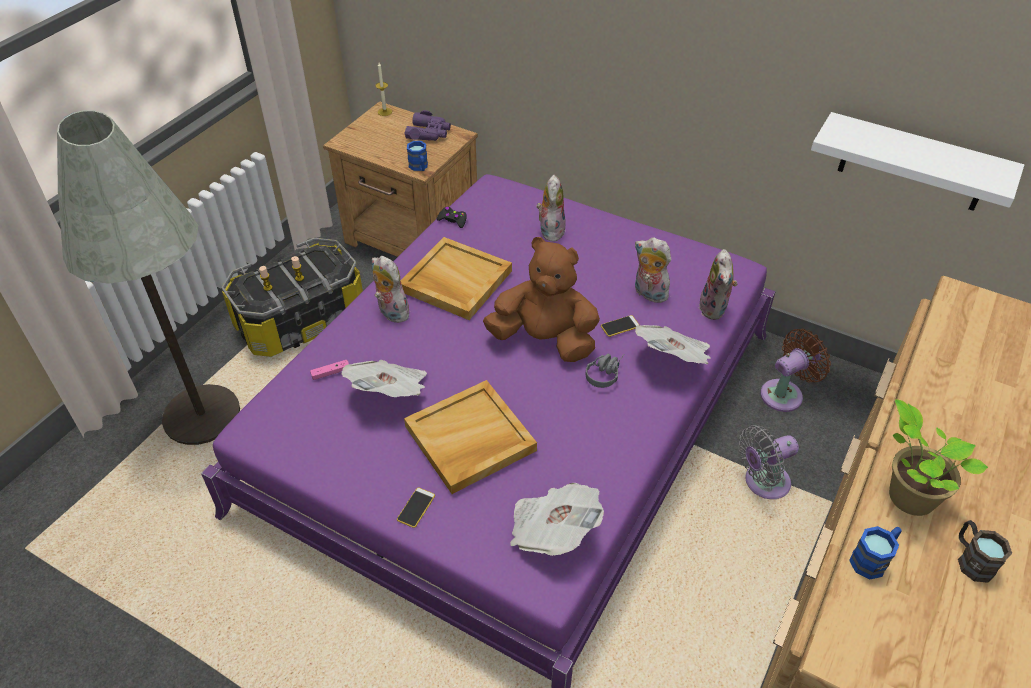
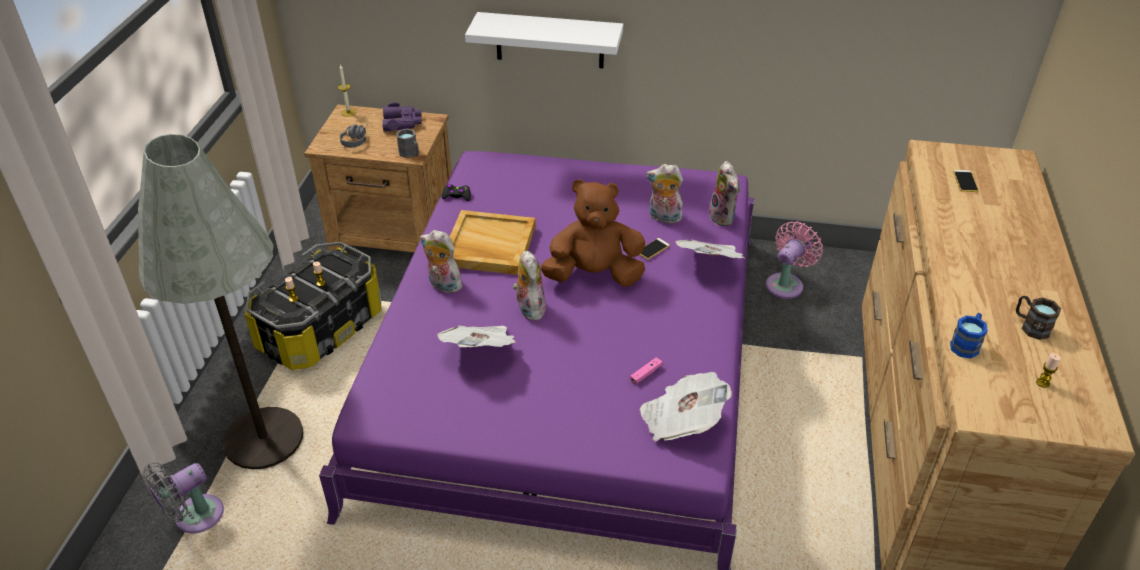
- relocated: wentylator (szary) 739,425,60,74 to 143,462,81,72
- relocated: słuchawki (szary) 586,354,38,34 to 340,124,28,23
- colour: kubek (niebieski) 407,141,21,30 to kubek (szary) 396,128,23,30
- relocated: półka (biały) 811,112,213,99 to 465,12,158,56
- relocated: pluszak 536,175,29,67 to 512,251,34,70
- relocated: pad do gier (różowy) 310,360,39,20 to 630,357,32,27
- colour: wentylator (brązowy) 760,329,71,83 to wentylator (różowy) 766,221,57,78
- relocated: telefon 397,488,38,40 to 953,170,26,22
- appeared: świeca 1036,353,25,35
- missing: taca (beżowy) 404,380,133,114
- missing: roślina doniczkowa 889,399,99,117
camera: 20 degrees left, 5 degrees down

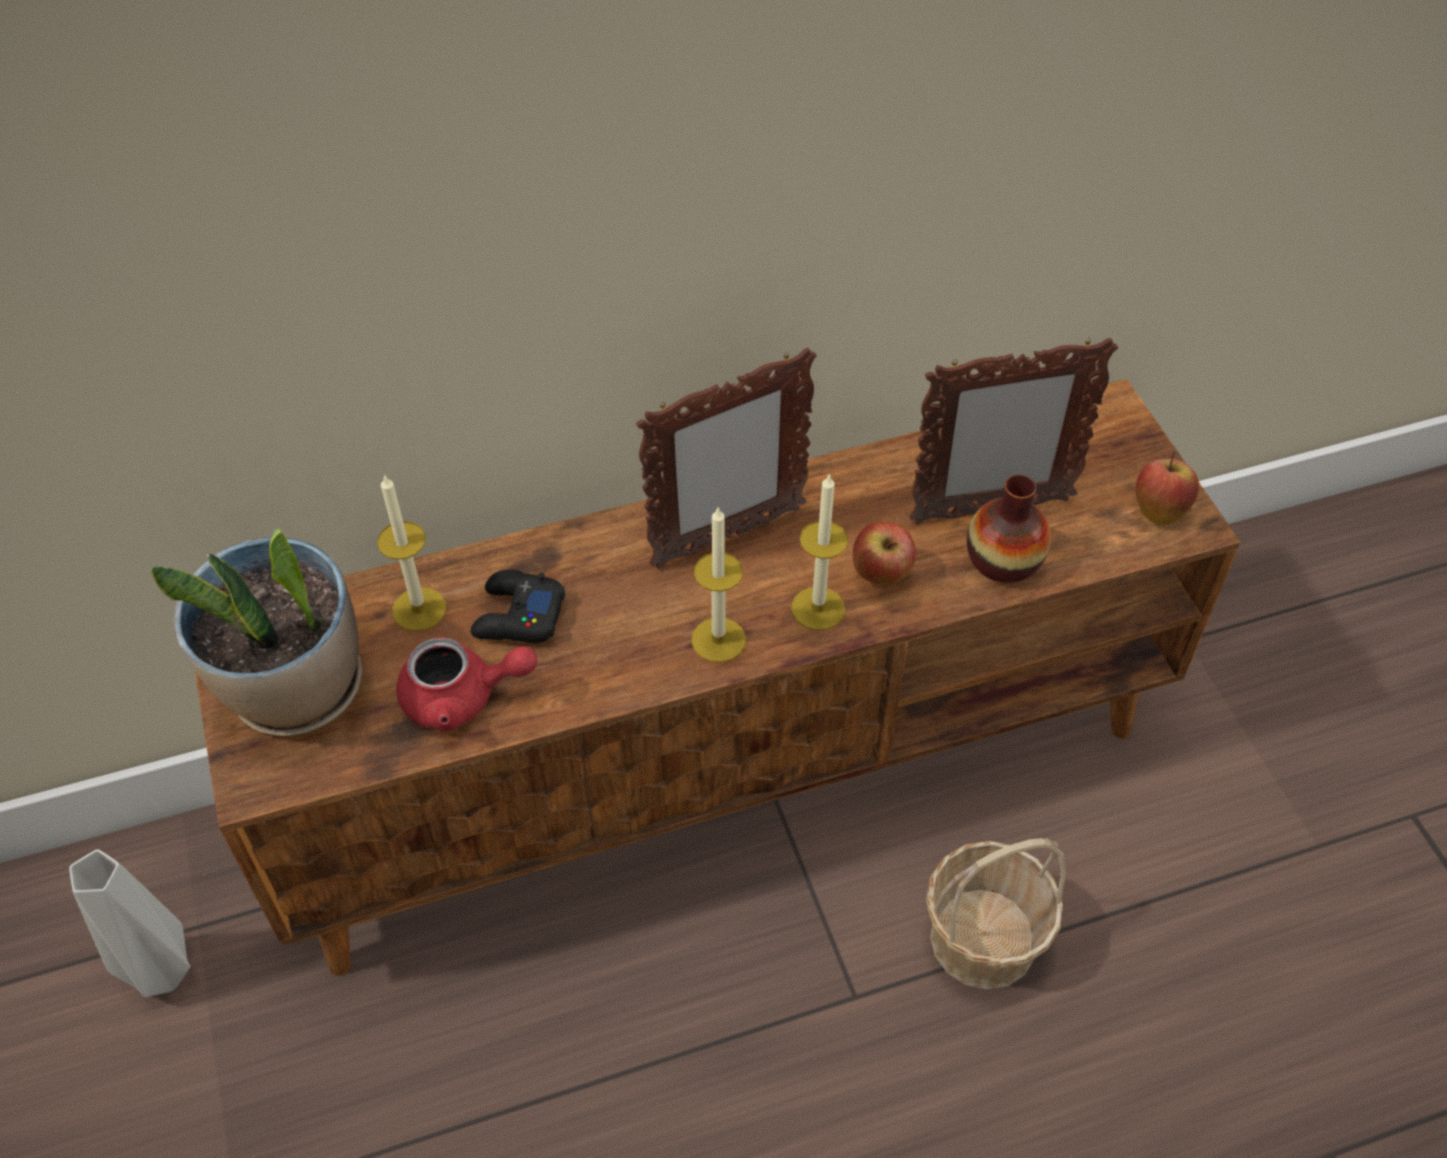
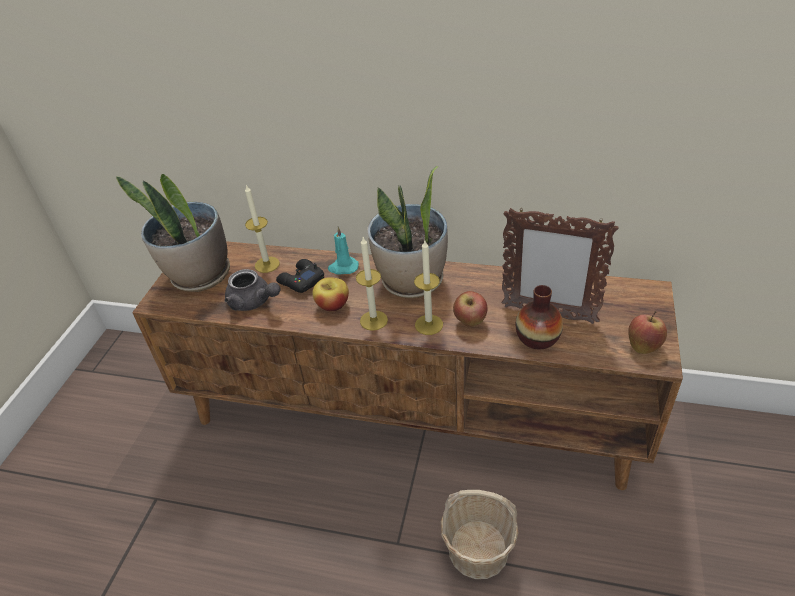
- colour: imbryk (czerwony) 396,637,142,94 to imbryk (szary) 224,269,57,42
- appeared: jabłko 312,277,37,34
- appeared: świeca (turkusowy) 328,227,31,48
- exchanged: ramka na zdjęcie 636,347,181,222 to roślina doniczkowa 367,166,81,132
- missing: wazon (szary) 69,849,121,148
camera: 35 degrees right, 10 degrees down

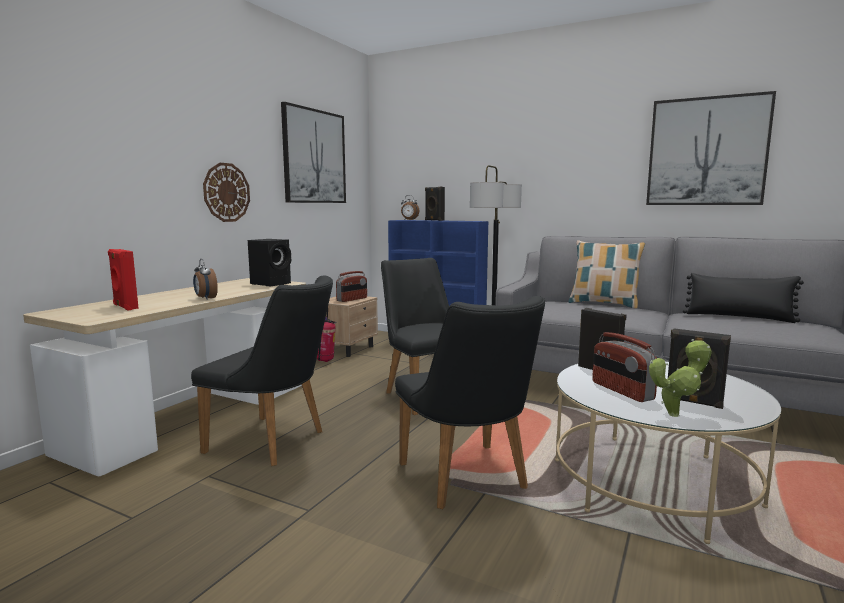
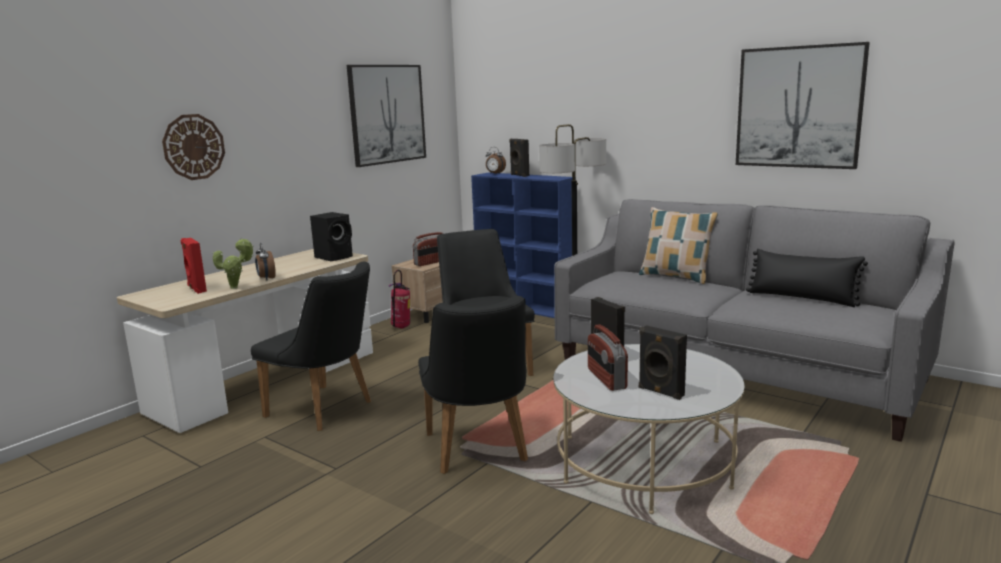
- relocated: zegar ścienny 203,163,47,59 to 162,114,63,66
- relocated: roślina doniczkowa 649,338,63,79 to 213,238,41,51
camera: 10 degrees right, 5 degrees up

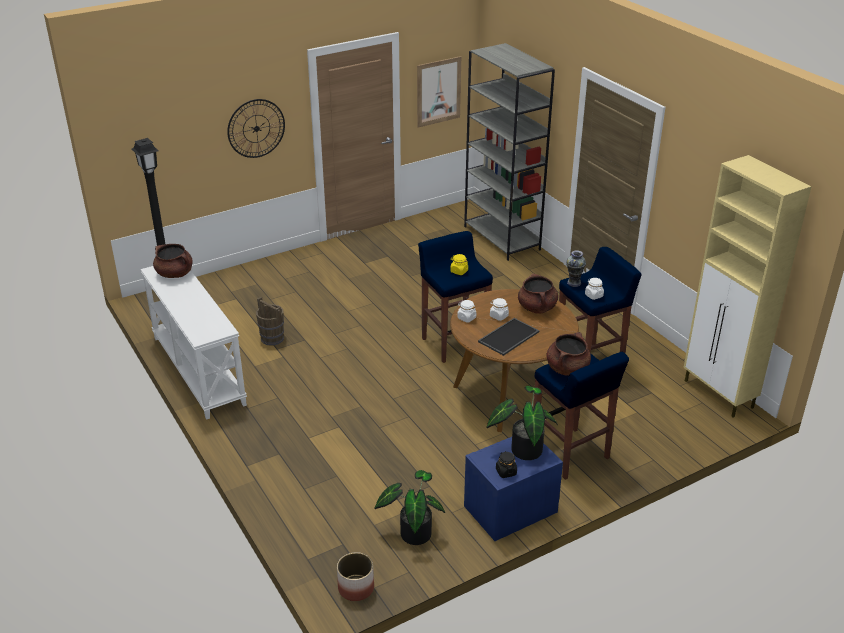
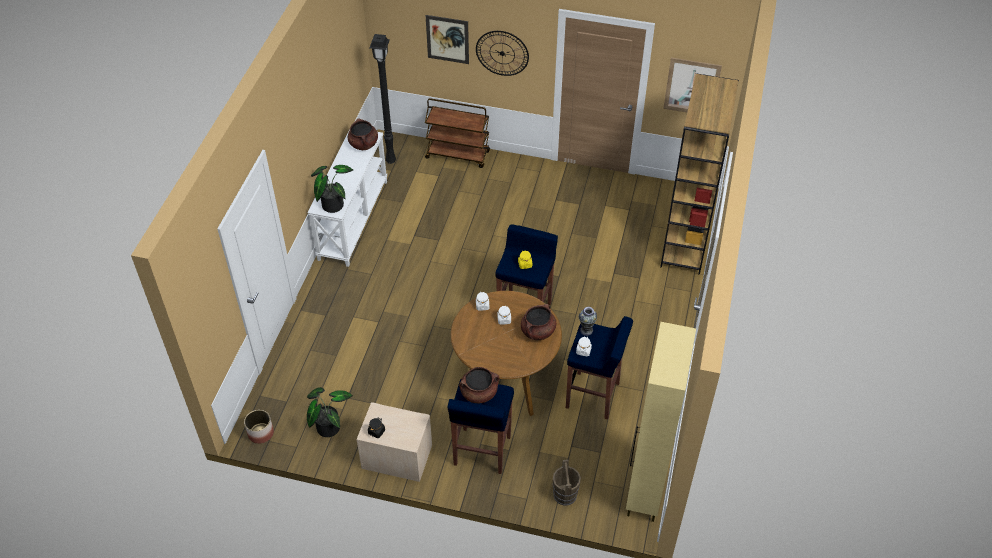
- relocated: roślina doniczkowa 487,386,71,74 to 311,165,43,48
- colour: szafka nocna (niebieski) 464,437,99,104 to szafka nocna (beżowy) 357,402,75,80
- appeared: wózek (brązowy) 425,98,65,70
- appeared: obraz 426,15,43,49
- relocated: wiadro (brązowy) 256,297,28,48 to 553,460,28,46
- colour: regał (szary) 464,43,91,218 to regał (brązowy) 660,73,79,202
- missing: taca 478,318,61,38
camera: 45 degrees right, 15 degrees up

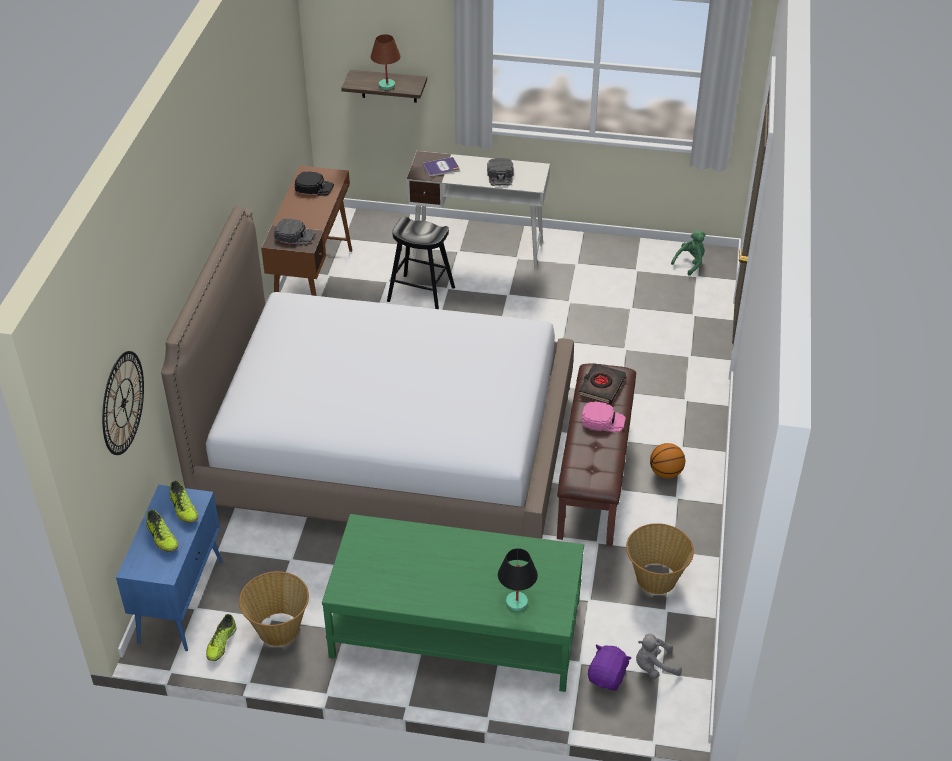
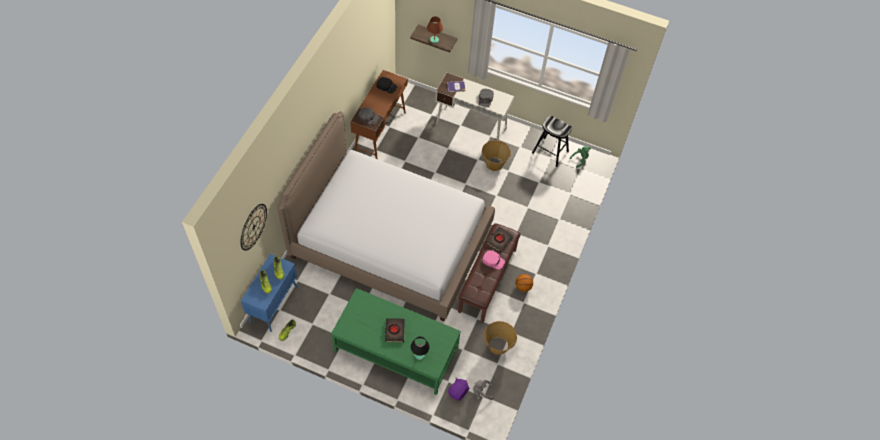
- appeared: książka (czarny) 385,318,20,24
- relocated: koszyk 239,571,70,75 to 482,140,29,31
- relocated: stołek (czarny) 387,217,68,92 to 532,115,40,52
camera: 10 degrees right, 15 degrees up

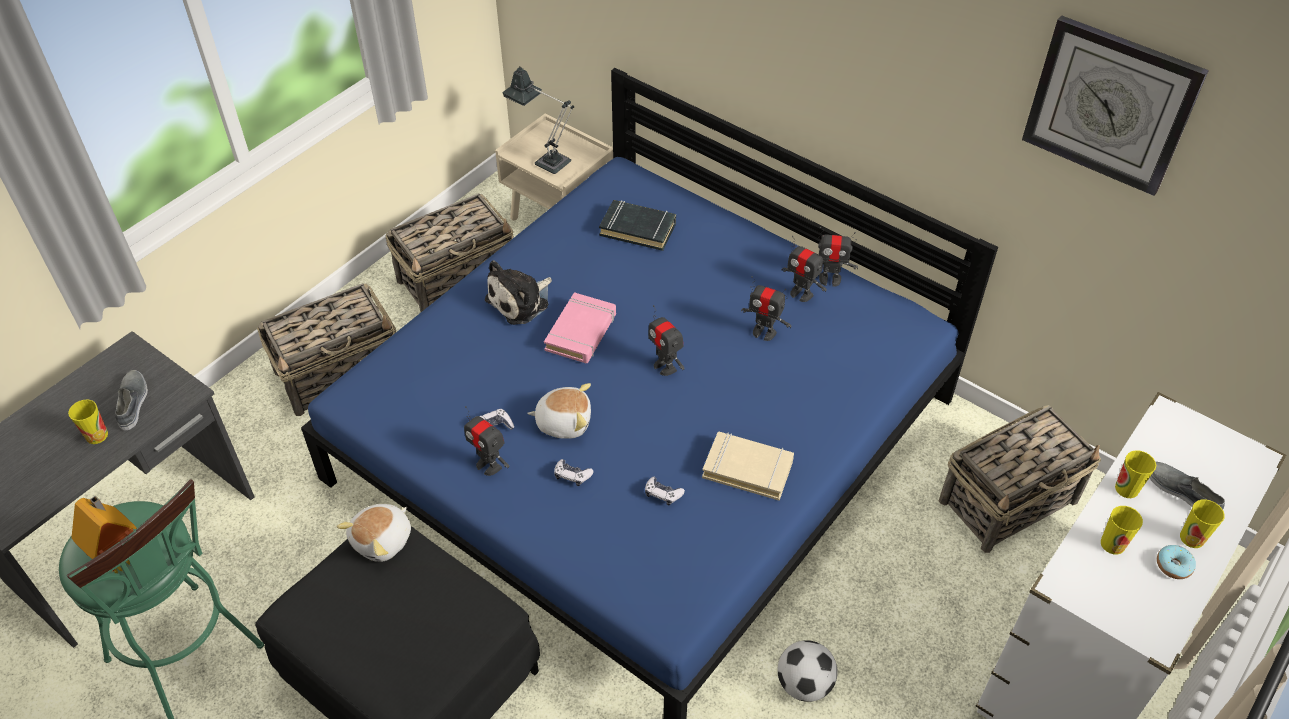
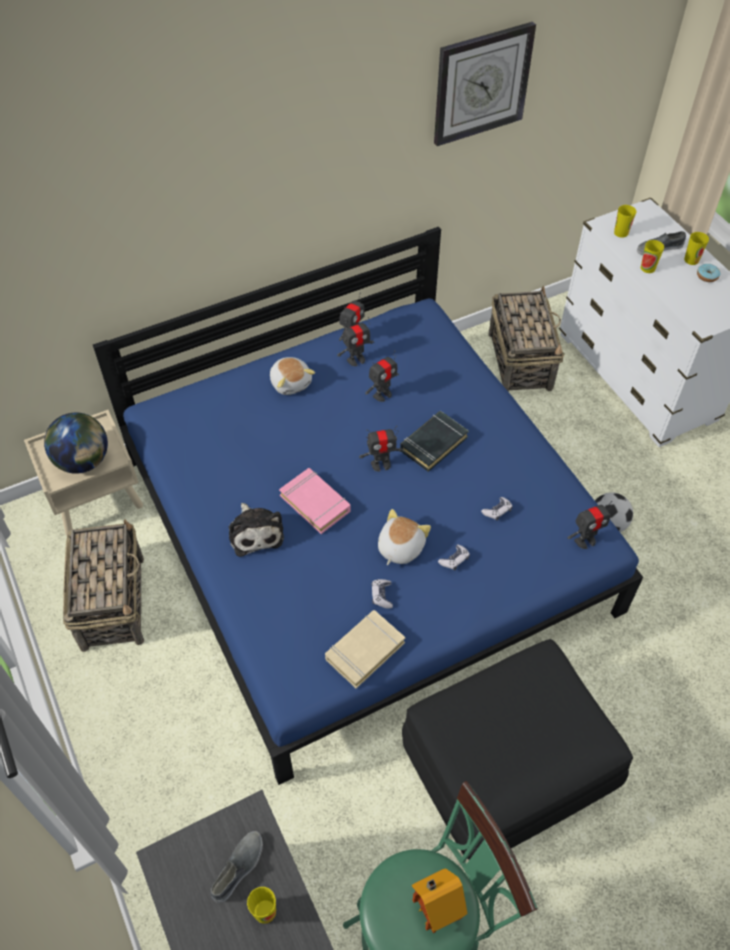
- exchanged: lampa stołowa 502,67,72,107 to globus 44,413,64,61
- spun: but (szary) 115,370,33,60 = 210,831,53,72 105 degrees clockwise
- relocated: pluszak 337,504,74,58 to 270,357,45,38
- relocated: książka (beżowy) 702,432,92,69 to 325,610,80,79
- relocated: książka (czarny) 599,200,77,51 to 400,411,69,61
- relocated: robot zabawkowy 464,406,46,70 to 567,501,45,48
- relocated: filiżanka 1101,506,42,49 to 614,205,22,33
- missing: koszyk 257,283,139,133
camera: 65 degrees left, 5 degrees up

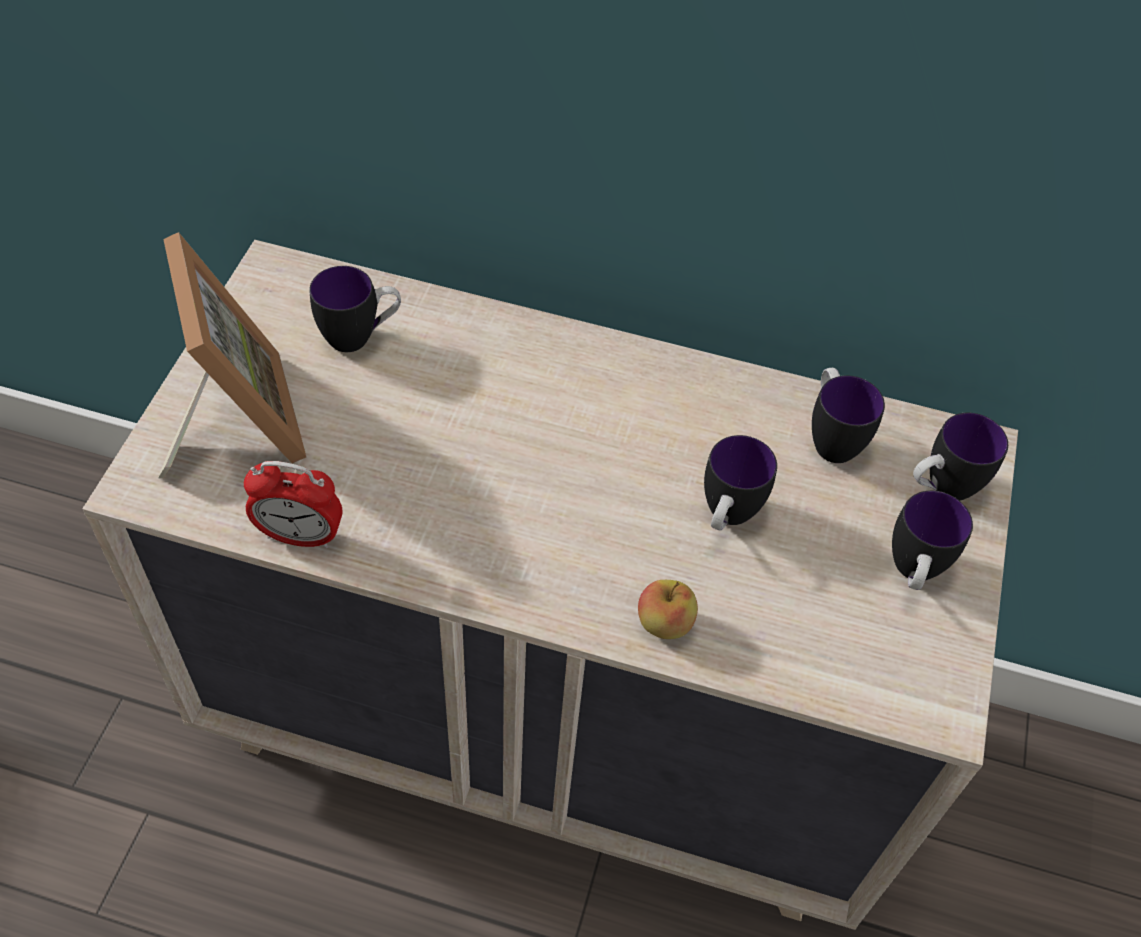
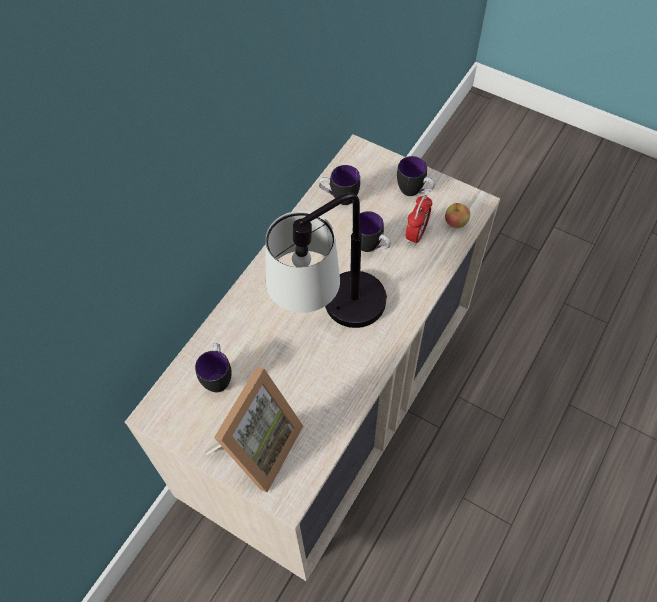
- spun: ramka na zdjęcie 158,232,148,247 = 205,366,98,126 120 degrees clockwise
- appeared: lampa stołowa 265,193,122,135
- relocated: budzik 244,461,98,87 to 405,194,27,52
- relocated: jabłko 638,580,60,59 to 445,203,25,25
- missing: kubek 913,413,95,88
camera: 70 degrees left, 5 degrees up

